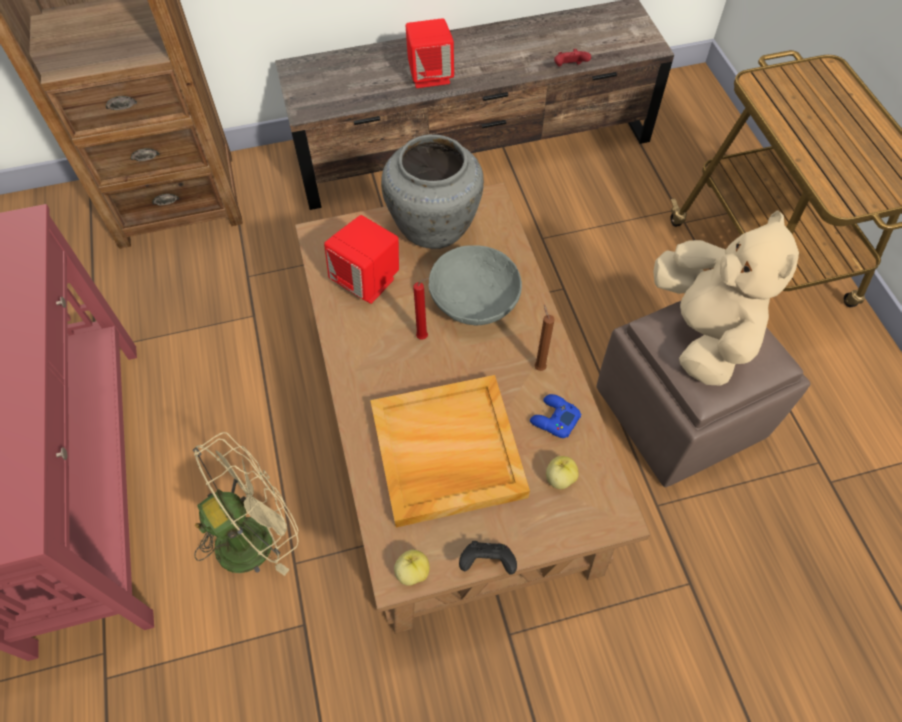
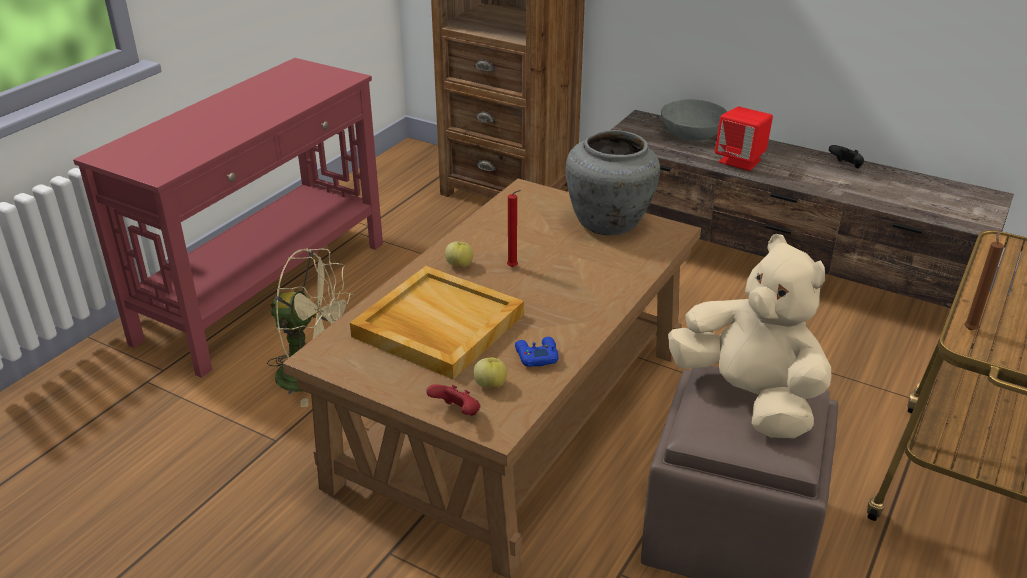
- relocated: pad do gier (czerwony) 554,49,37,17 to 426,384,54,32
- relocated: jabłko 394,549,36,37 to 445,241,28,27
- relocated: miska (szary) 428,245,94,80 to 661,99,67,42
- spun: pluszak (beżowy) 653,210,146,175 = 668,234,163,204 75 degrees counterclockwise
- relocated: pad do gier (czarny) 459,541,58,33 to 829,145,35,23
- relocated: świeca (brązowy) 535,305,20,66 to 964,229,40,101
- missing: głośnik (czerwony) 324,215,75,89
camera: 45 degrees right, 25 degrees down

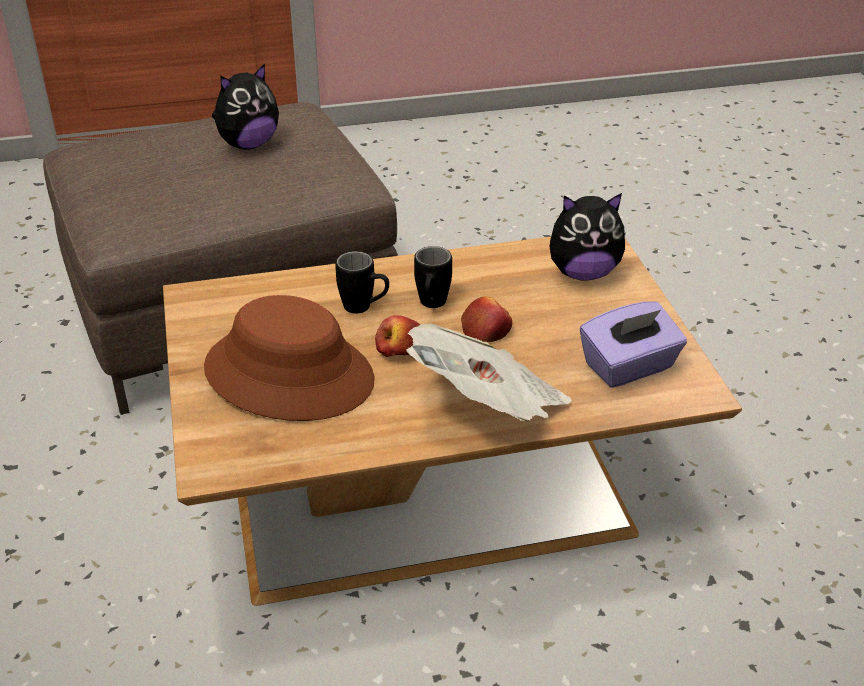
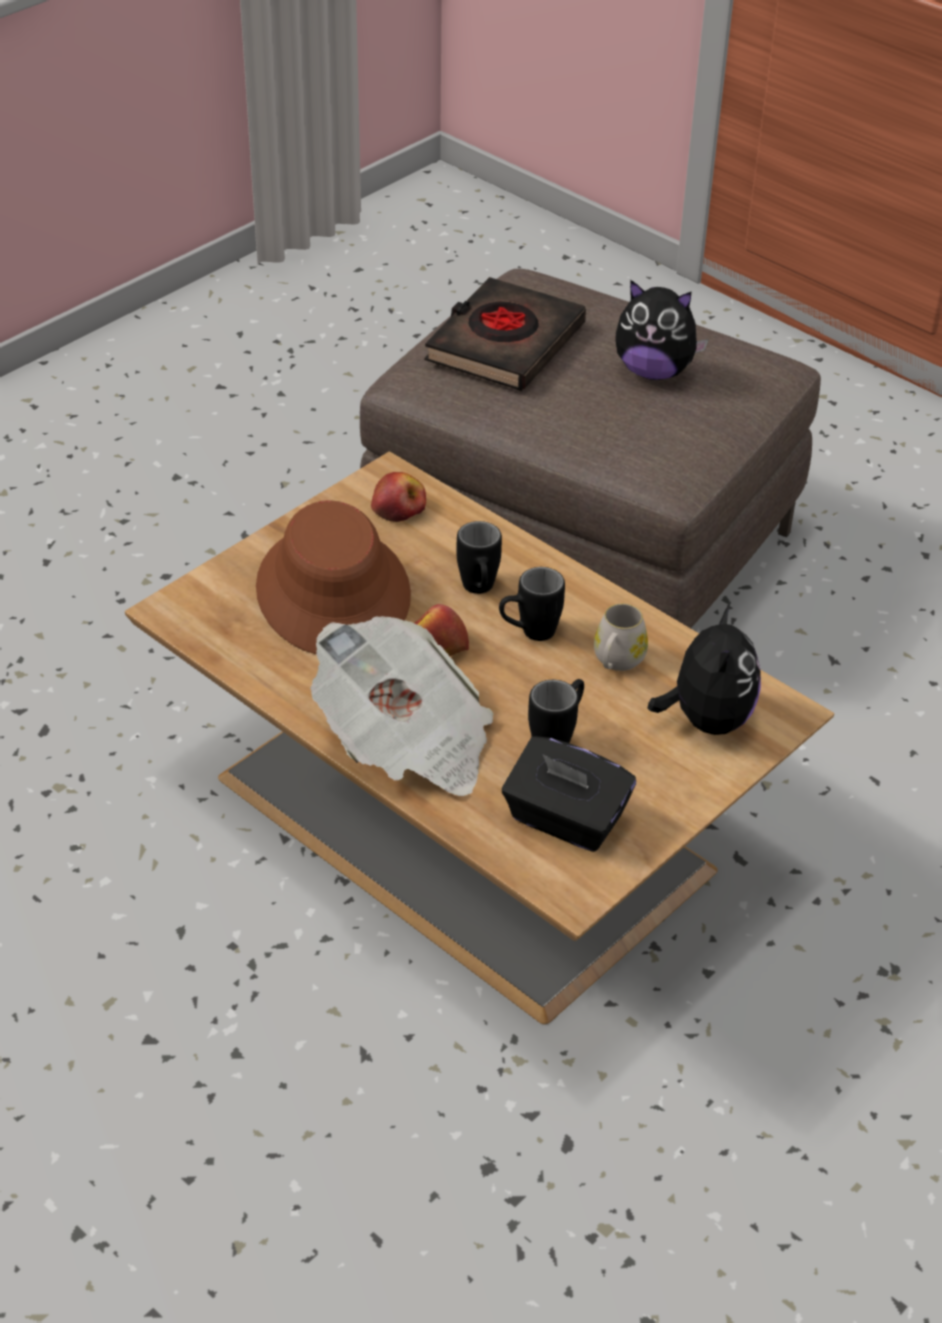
- relocated: jabłko 461,296,51,46 to 371,472,55,50
- appeared: książka (czarny) 424,277,162,114
- colour: pudełko chusteczek (fioletowy) 580,302,107,86 to pudełko chusteczek (czarny) 502,736,134,116
- appeared: kubek (czarny) 528,679,56,64
- appeared: kubek (biały) 594,603,54,68
- spun: pluszak 550,193,76,88 = 647,602,114,133 135 degrees counterclockwise
camera: 55 degrees right, 5 degrees up

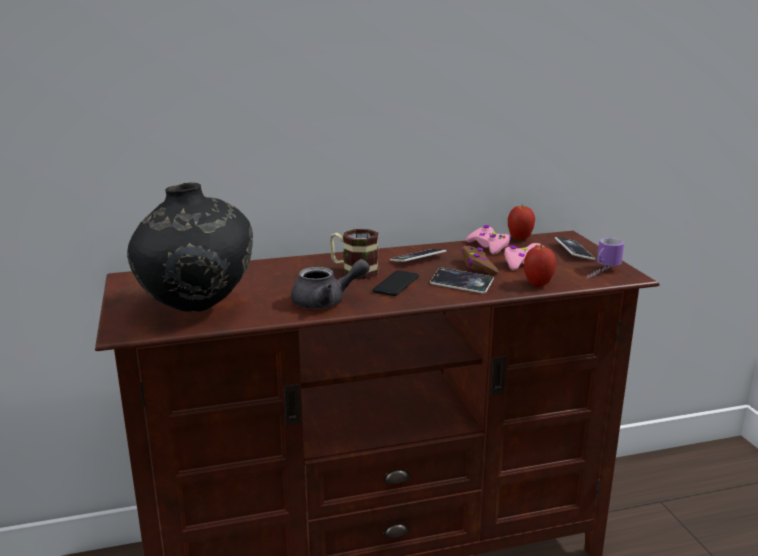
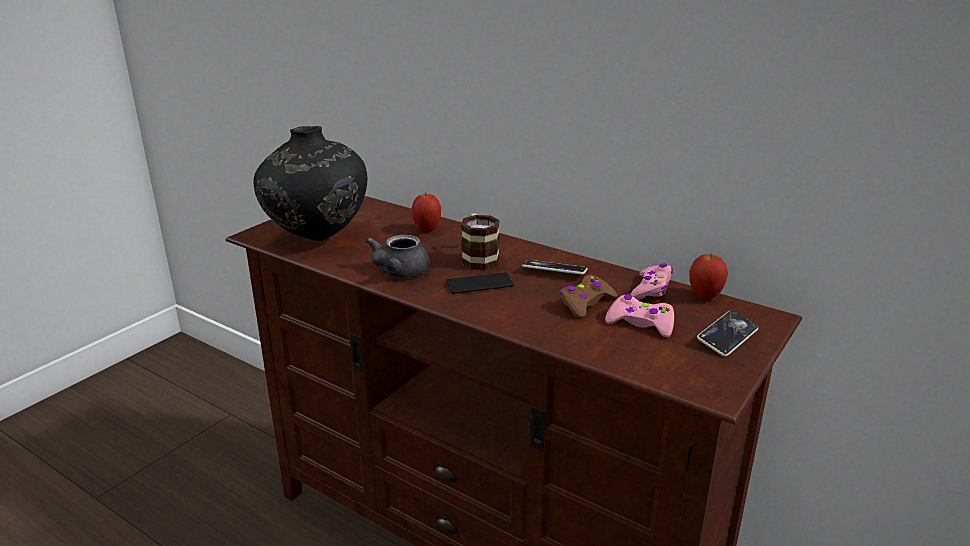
- spun: imbryk (szary) 291,259,79,50 = 366,235,64,43 75 degrees clockwise
- relocated: jabłko 524,244,33,43 to 412,192,29,40
- missing: telefon 430,268,64,26
- missing: kubek 587,238,37,40
camera: 50 degrees right, 5 degrees up

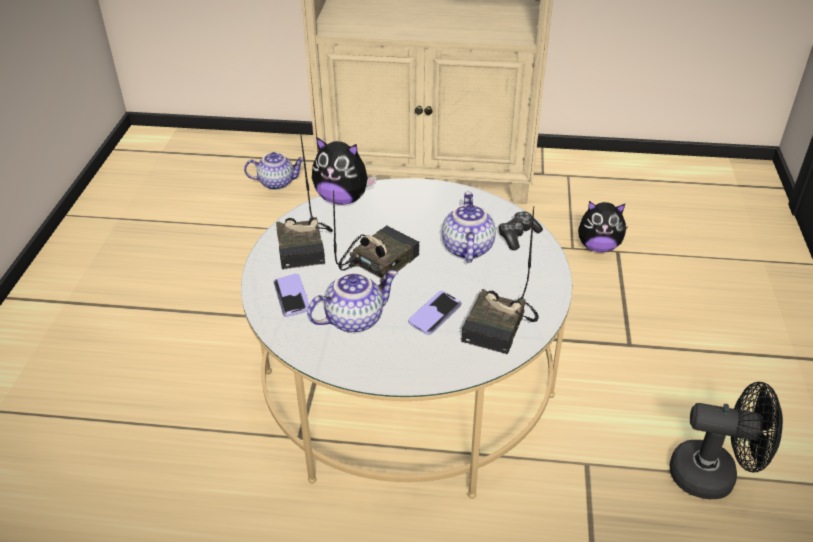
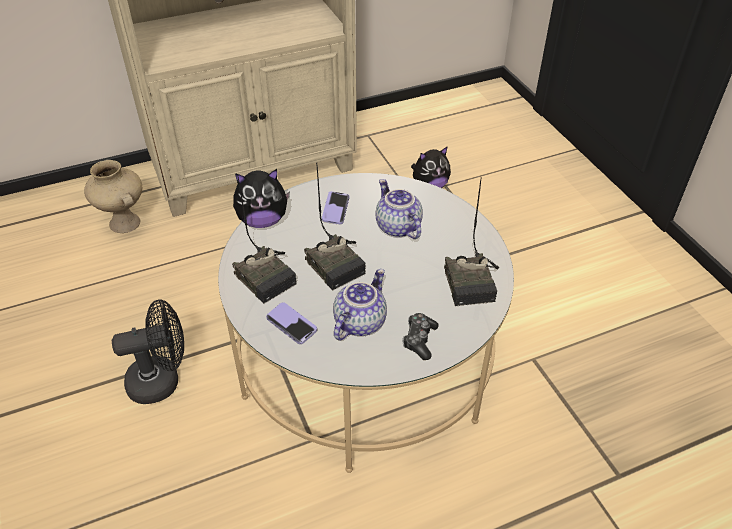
- exchanged: imbryk 244,152,59,38 to wazon (beżowy) 84,160,58,73
- relocated: wentylator (czarny) 669,382,114,117 to 112,300,72,104
- spun: radio 333,190,86,92 = 304,162,62,128 135 degrees clockwise
- relocated: telefon 409,291,52,44 to 322,191,28,33
- relocated: pad do gier 498,211,45,39 to 402,313,36,47
camera: 30 degrees left, 5 degrees up

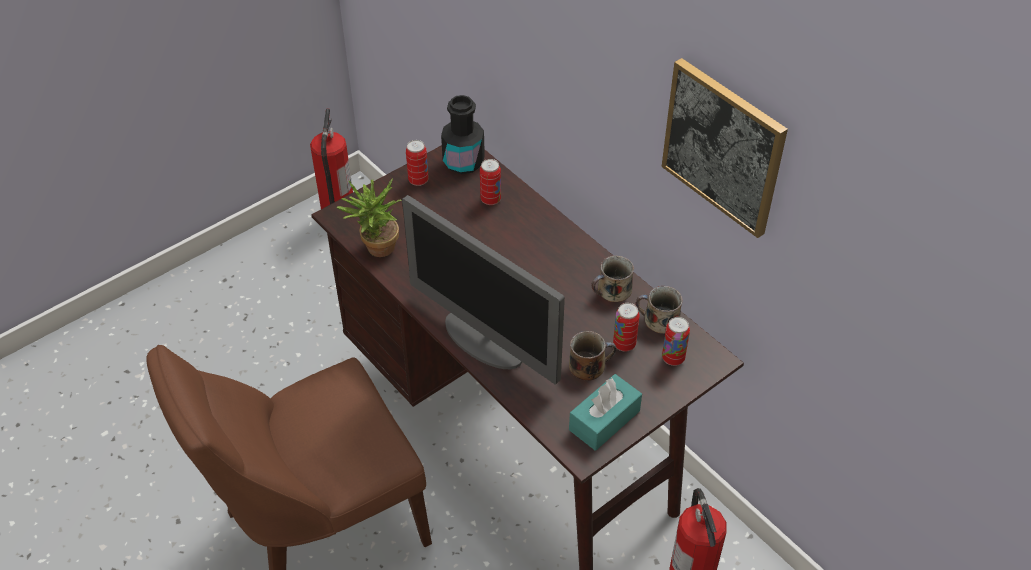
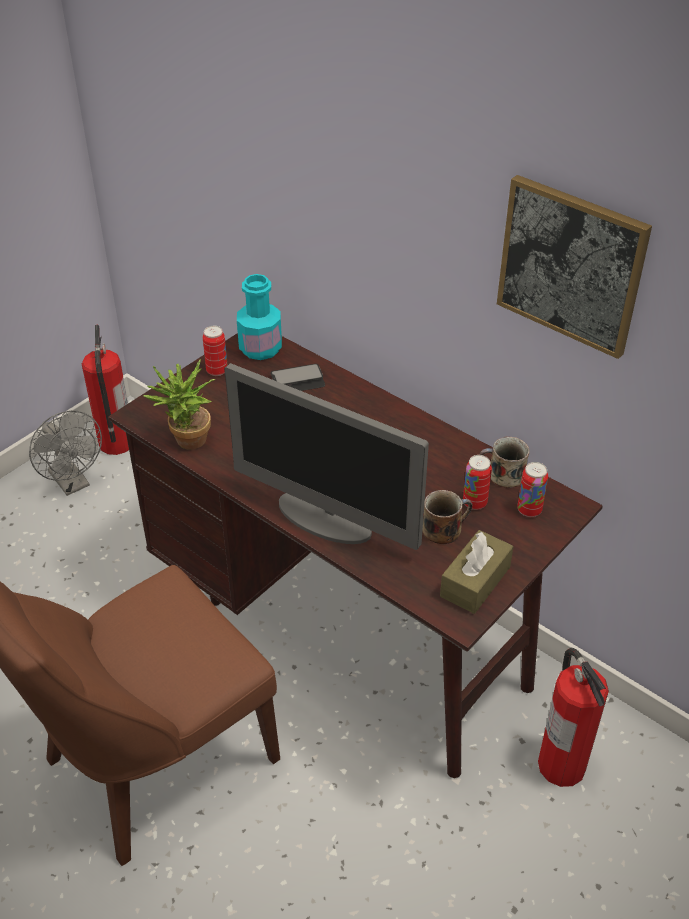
- appeared: wentylator (szary) 29,411,73,85
- colour: butelka (czarny) 441,95,44,79 to butelka (turkusowy) 237,274,45,86
- exchanged: puszka 480,159,21,46 to telefon 271,364,54,27
- colour: pudełko chusteczek (turkusowy) 569,374,73,77 to pudełko chusteczek (brązowy) 440,530,73,84
- missing: kubek 592,256,42,46
camera: 10 degrees left, 5 degrees down

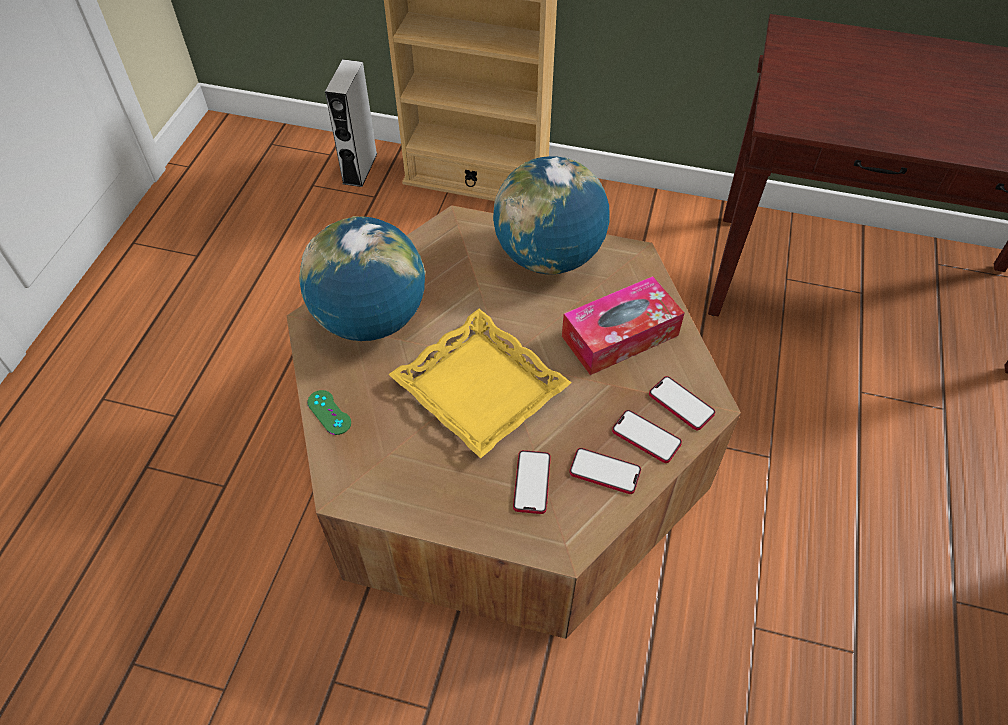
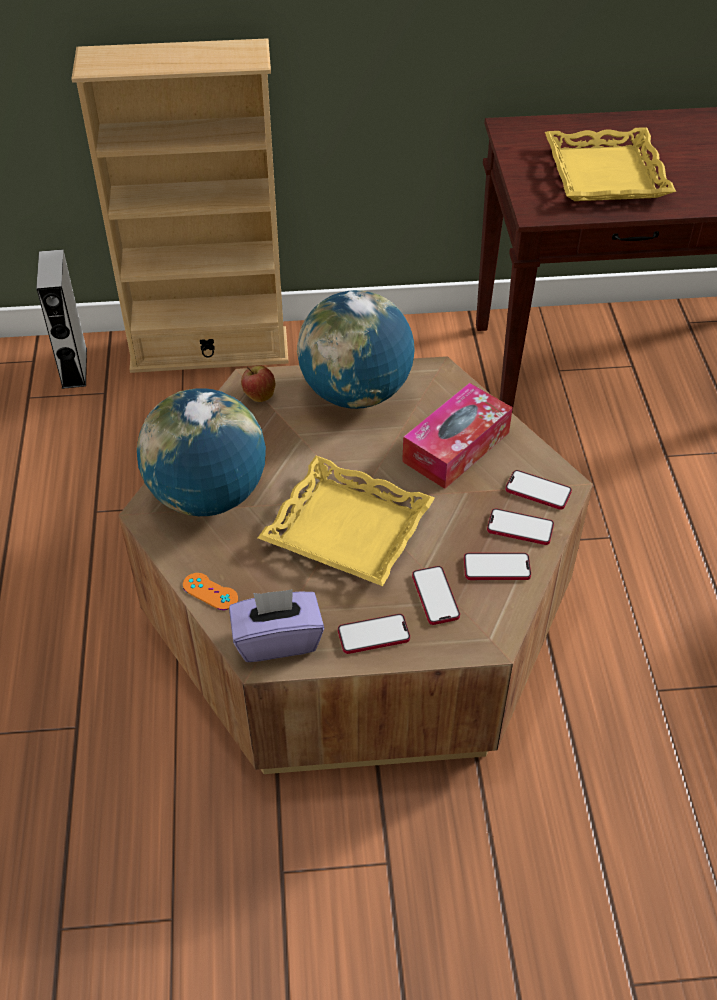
- colour: pad do gier (zielony) 307,390,44,45 to pad do gier (pomarańczowy) 183,573,55,37
- appeared: pudełko chusteczek (fioletowy) 229,589,95,73
- appeared: jabłko 241,365,35,37
- appeared: telefon 338,614,72,40
- appeared: taca (żółty) 545,127,131,74
camera: 20 degrees left, 5 degrees down

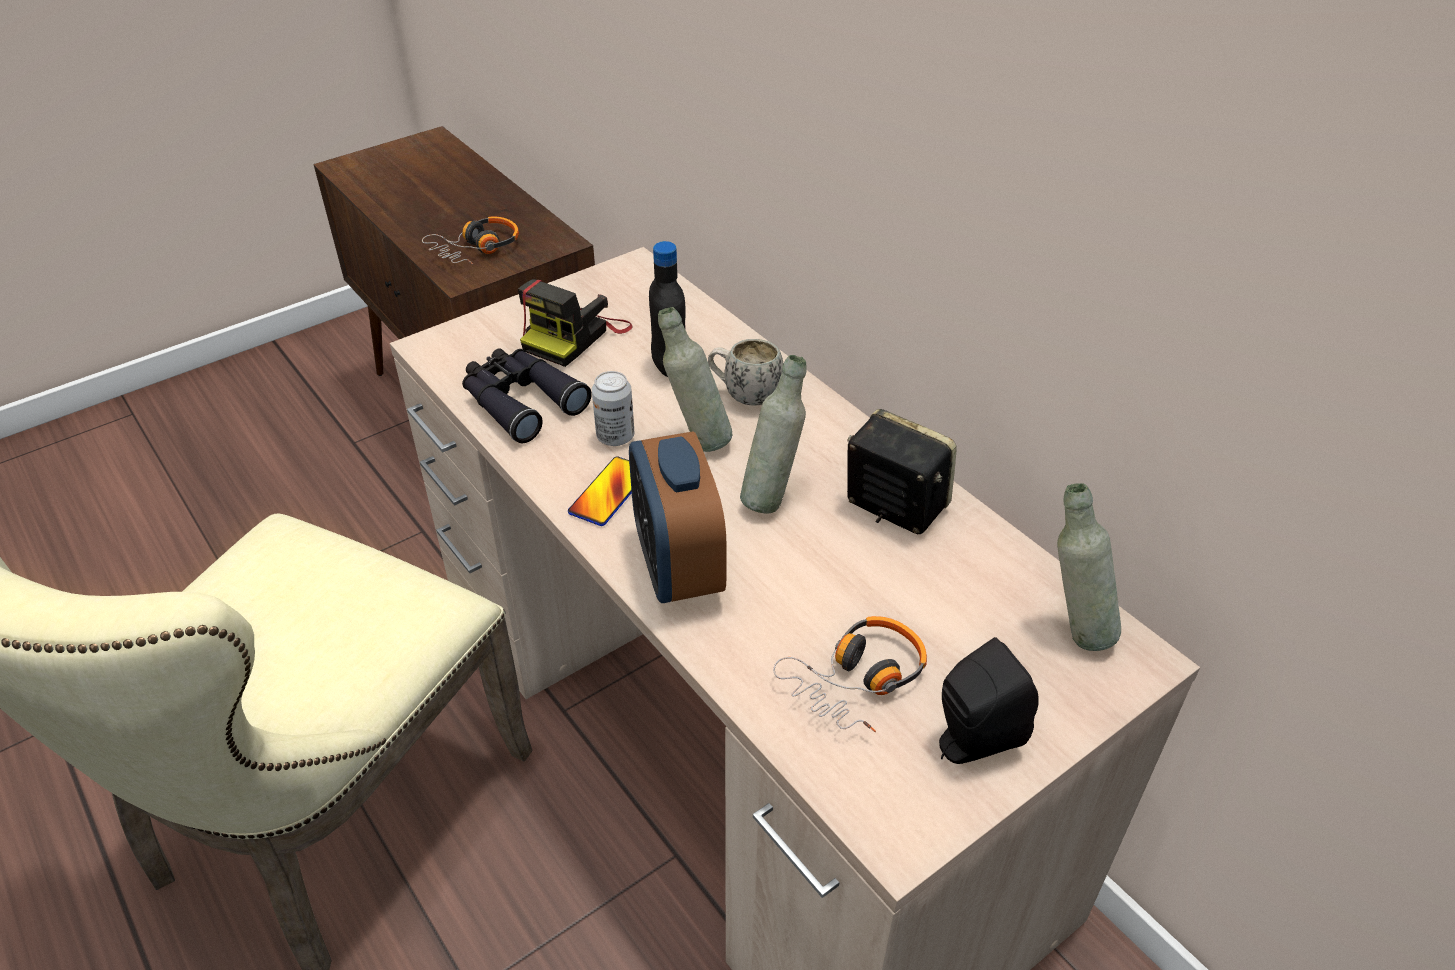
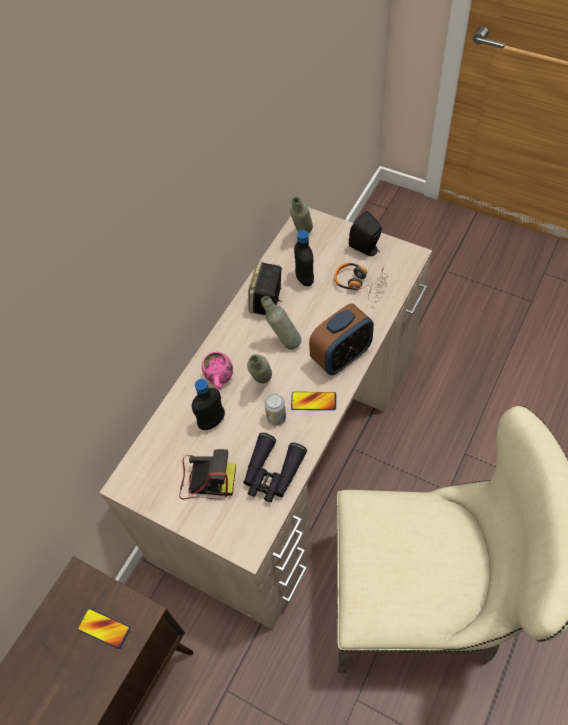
- exchanged: słuchawki 422,217,97,47 to telefon 77,608,53,41
- colour: kubek (biały) 708,339,76,67 to kubek (różowy) 202,352,31,38
- appeared: butelka (czarny) 294,230,20,56
camera: 110 degrees left, 15 degrees up

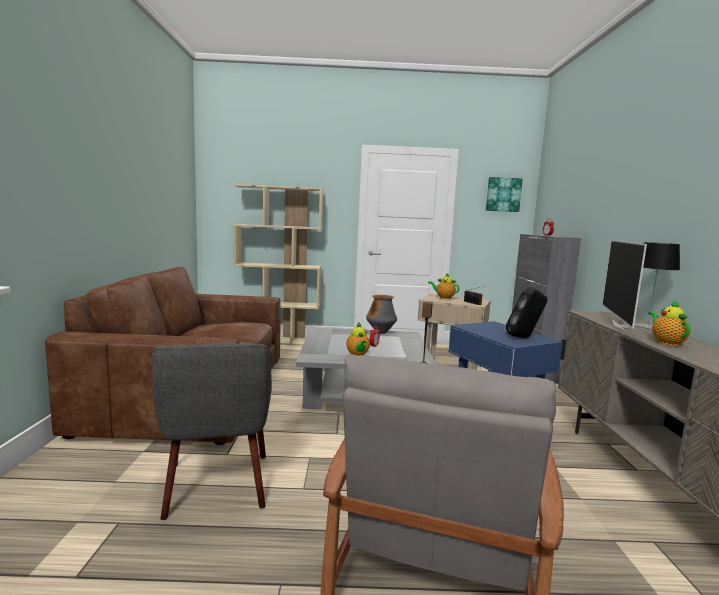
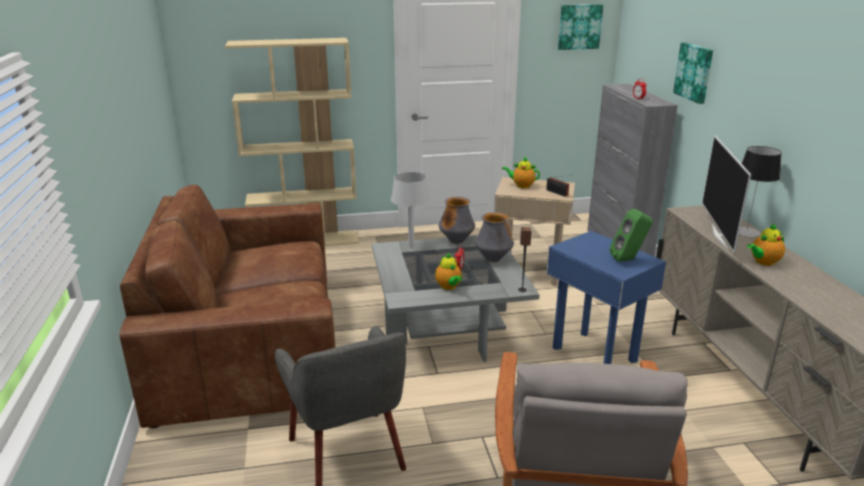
- appeared: lampa stołowa (szary) 391,172,40,76
- appeared: wazon 475,212,39,50
- colour: głośnik (czarny) 506,287,42,51 to głośnik (zielony) 610,209,43,53
- appeared: obraz 673,42,40,62
- spun: imbryk 648,300,43,46 = 747,223,38,43 105 degrees counterclockwise
camera: 10 degrees left, 15 degrees up

